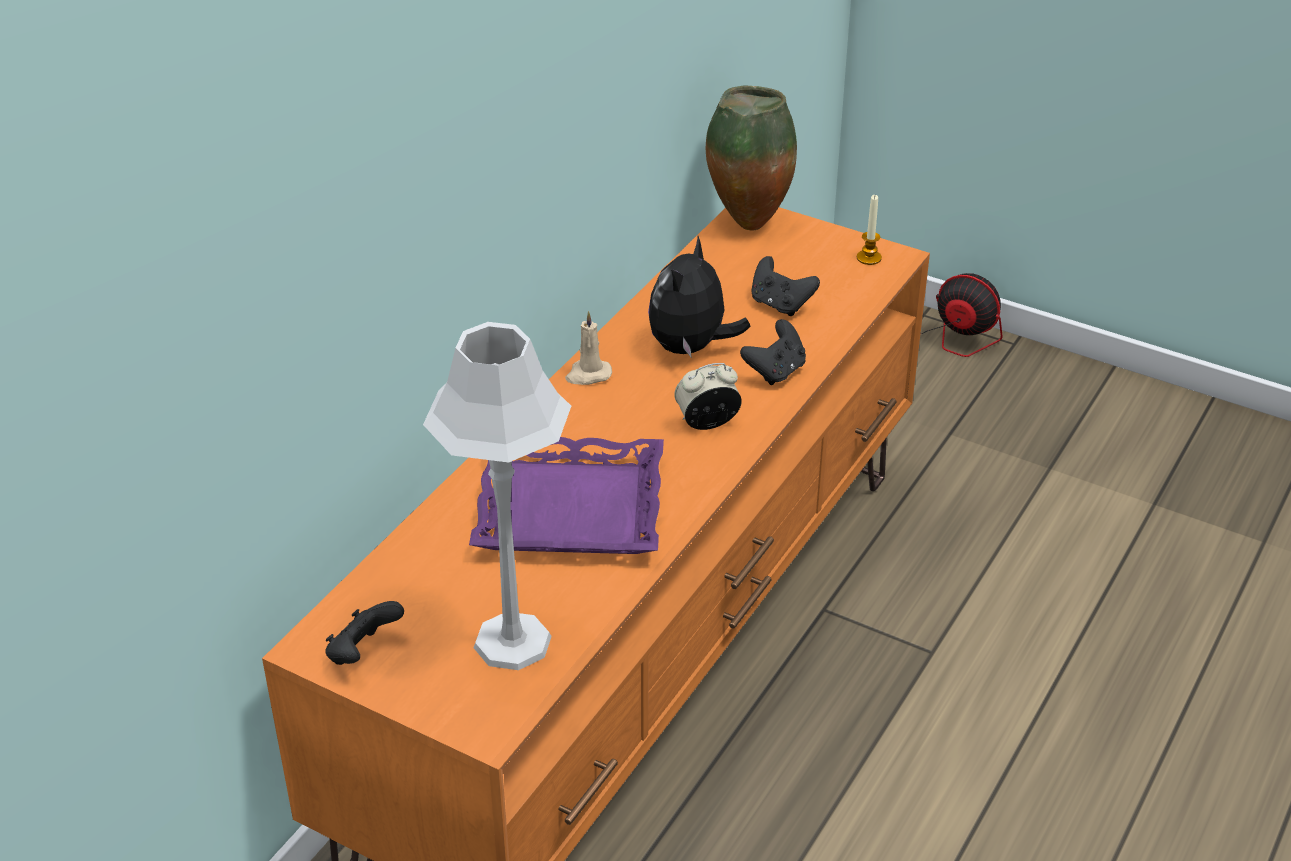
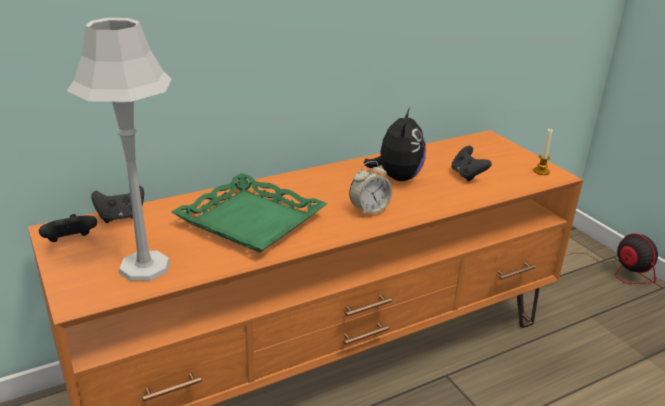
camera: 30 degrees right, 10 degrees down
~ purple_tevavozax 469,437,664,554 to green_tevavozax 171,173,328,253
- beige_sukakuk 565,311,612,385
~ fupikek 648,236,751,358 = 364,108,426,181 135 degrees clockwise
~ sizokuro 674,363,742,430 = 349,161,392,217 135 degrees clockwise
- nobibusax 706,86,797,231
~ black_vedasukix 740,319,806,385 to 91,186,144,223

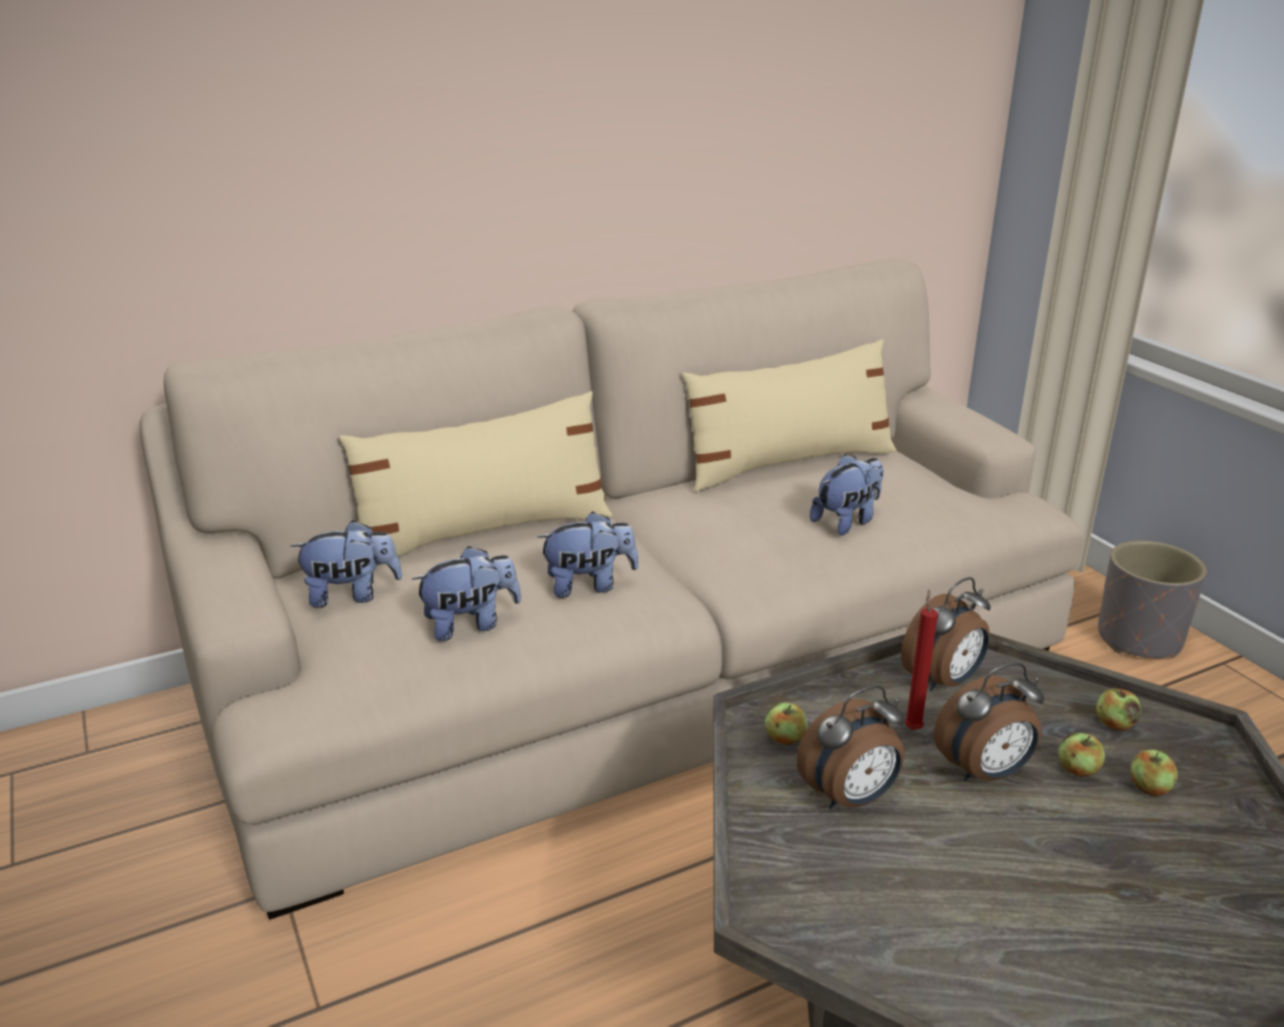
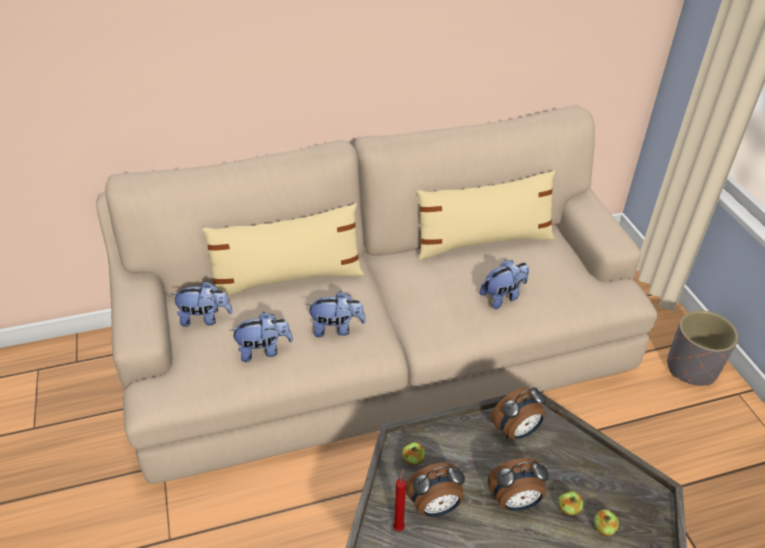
camera: 10 degrees right, 15 degrees up
~ red_sukakuk 905,590,938,730 to 393,468,406,531
- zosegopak 1096,686,1141,731

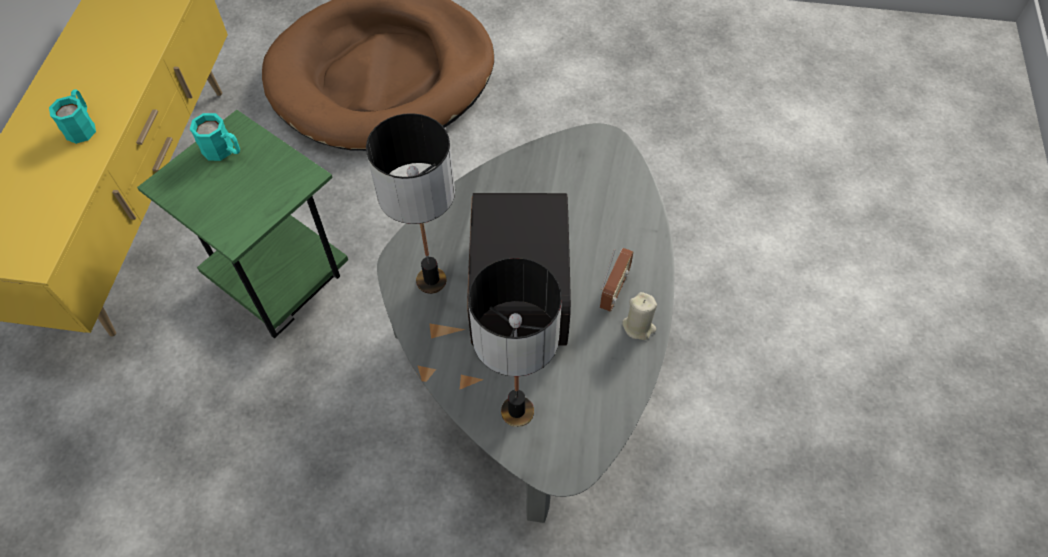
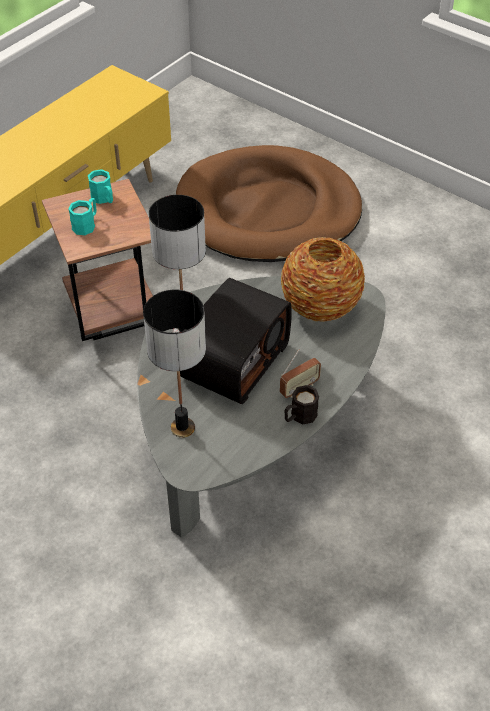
camera: 30 degrees right, 10 degrees down
~ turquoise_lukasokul 49,89,96,144 to 68,198,97,235
~ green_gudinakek 137,110,348,339 to brown_gudinakek 42,179,153,341
~ beige_sukakuk 622,292,657,340 to black_lukasokul 284,385,319,424
+ nobibusax 281,237,365,322

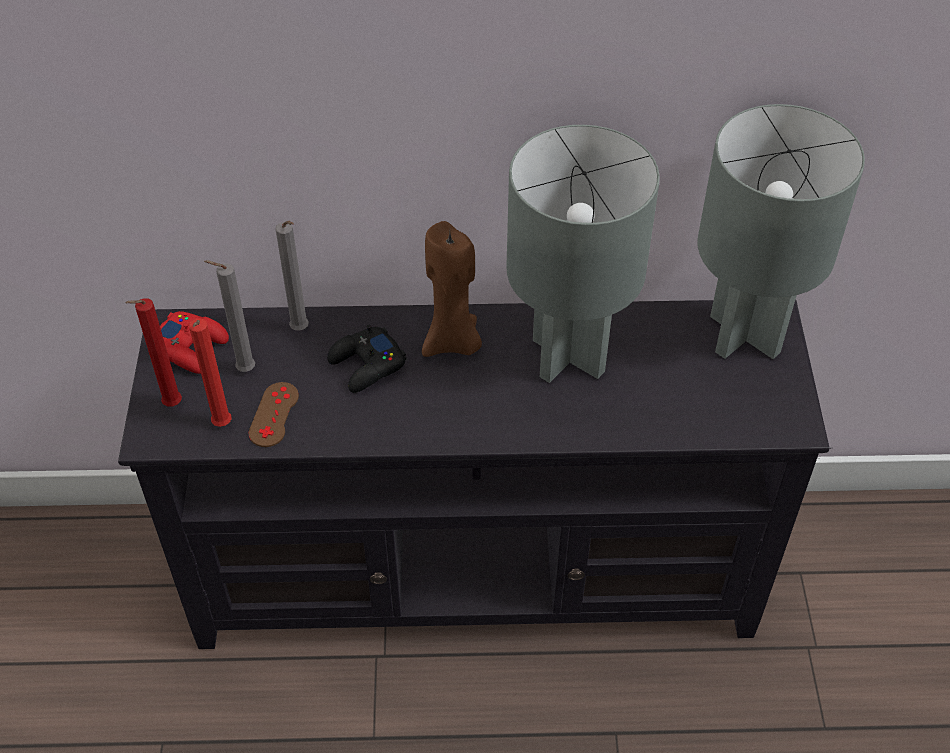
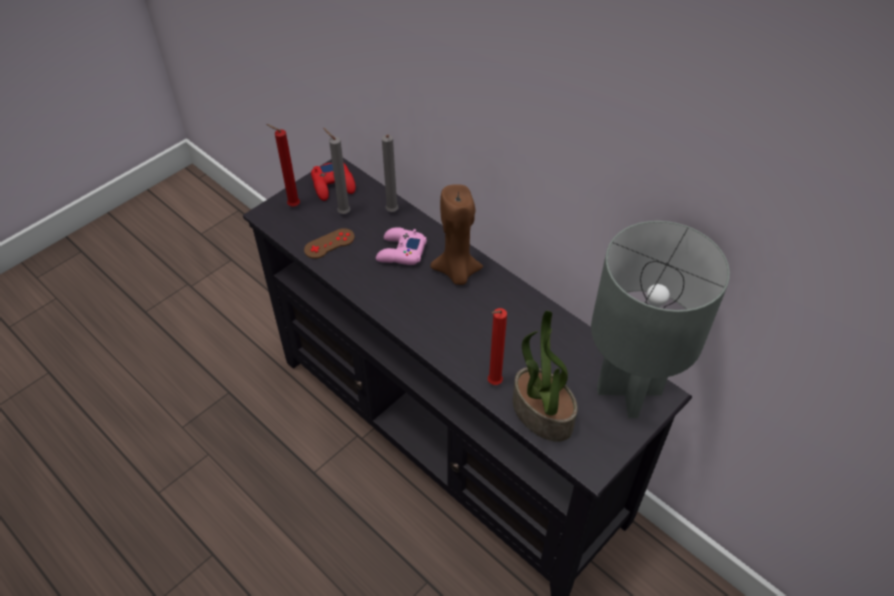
camera: 45 degrees right, 0 degrees up
~ red_sukakuk 189,318,232,427 to 488,308,507,385
~ black_vedasukix 327,325,406,393 to pink_vedasukix 376,227,427,265
- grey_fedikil 506,125,660,383
+ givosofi 513,311,577,442

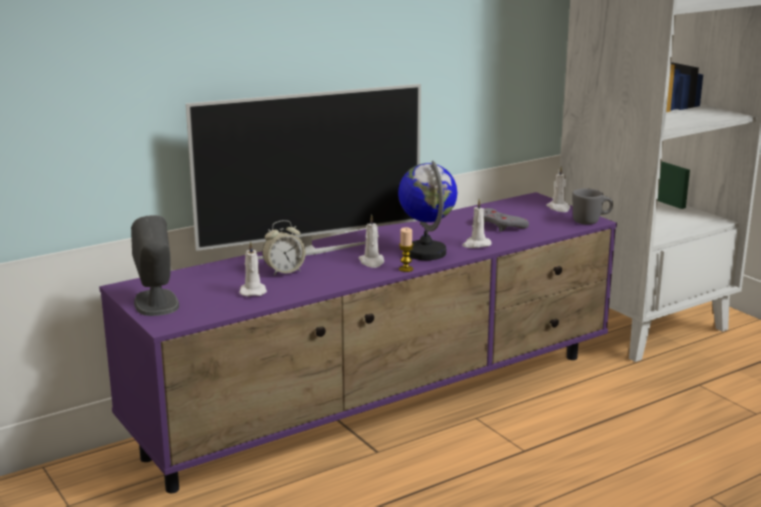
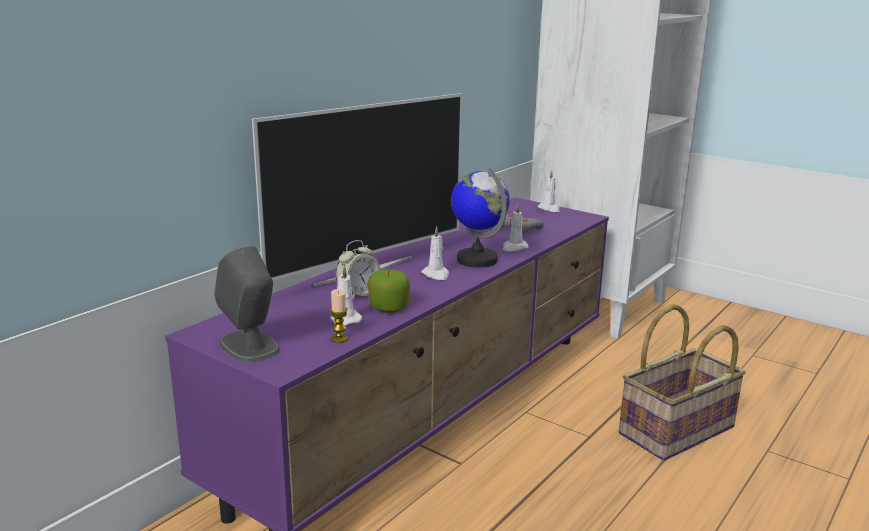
camera: 20 degrees left, 0 degrees up
~ sukakuk 399,227,414,272 to 330,289,348,343
- grey_lukasokul 572,189,613,225
+ zosegopak 368,269,410,313
+ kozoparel 619,304,746,461

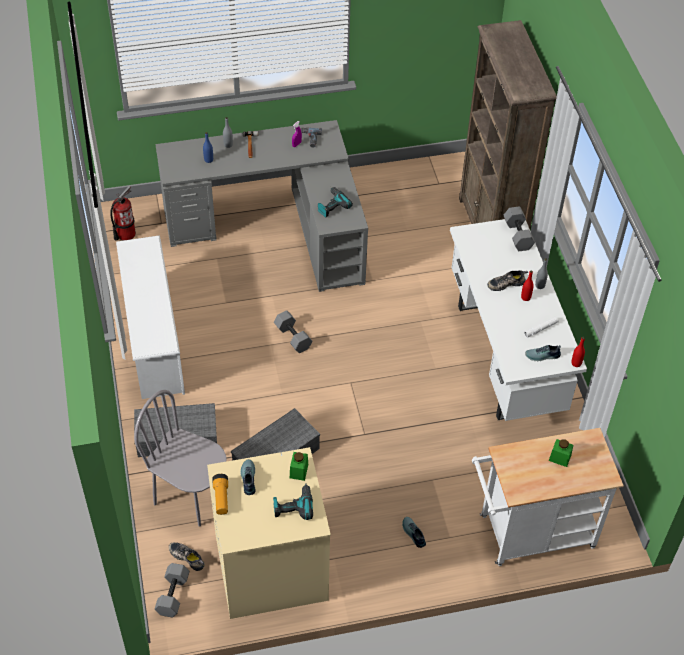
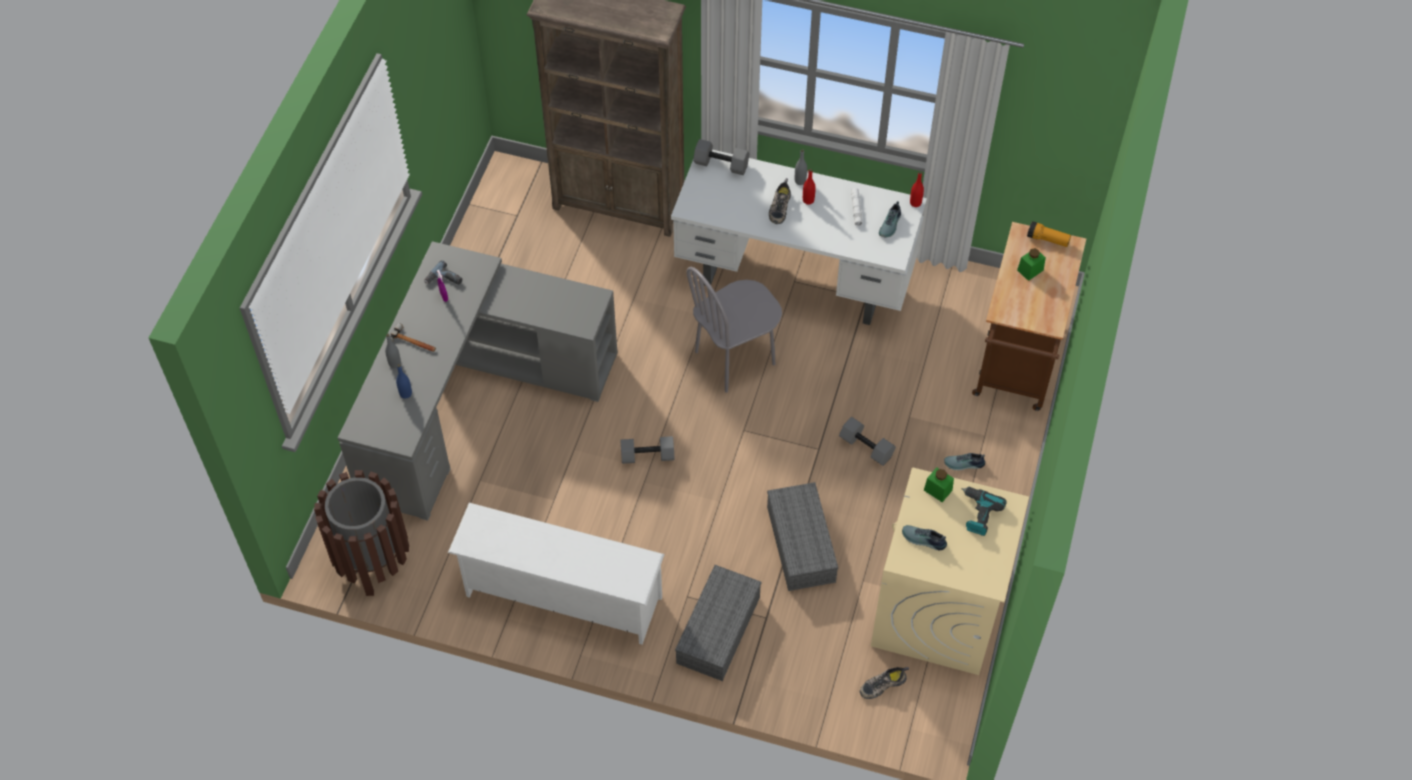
camera: 60 degrees left, 5 degrees up
~ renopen 110,186,136,241 to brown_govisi 314,470,409,596
~ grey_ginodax 134,390,227,527 to 687,267,782,393
~ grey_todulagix 154,563,190,618 to 839,417,896,466
~ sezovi 212,474,228,515 to 1027,221,1071,247
- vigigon 318,187,353,217
~ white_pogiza 472,428,624,566 to brown_pogiza 972,222,1086,411

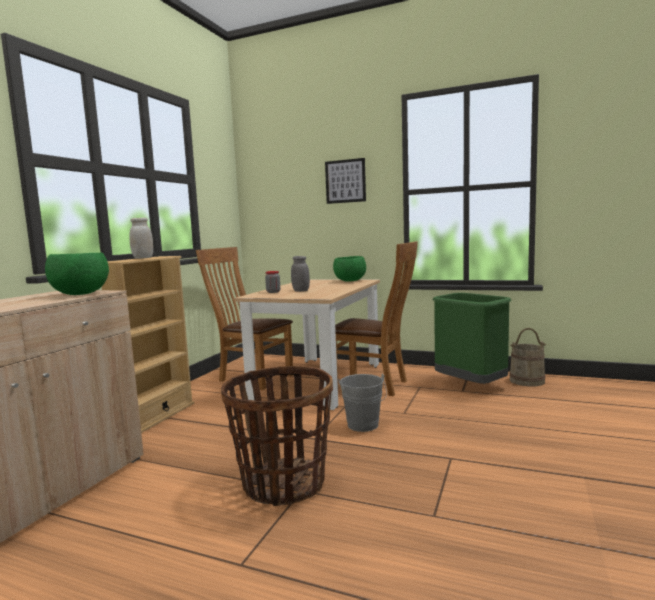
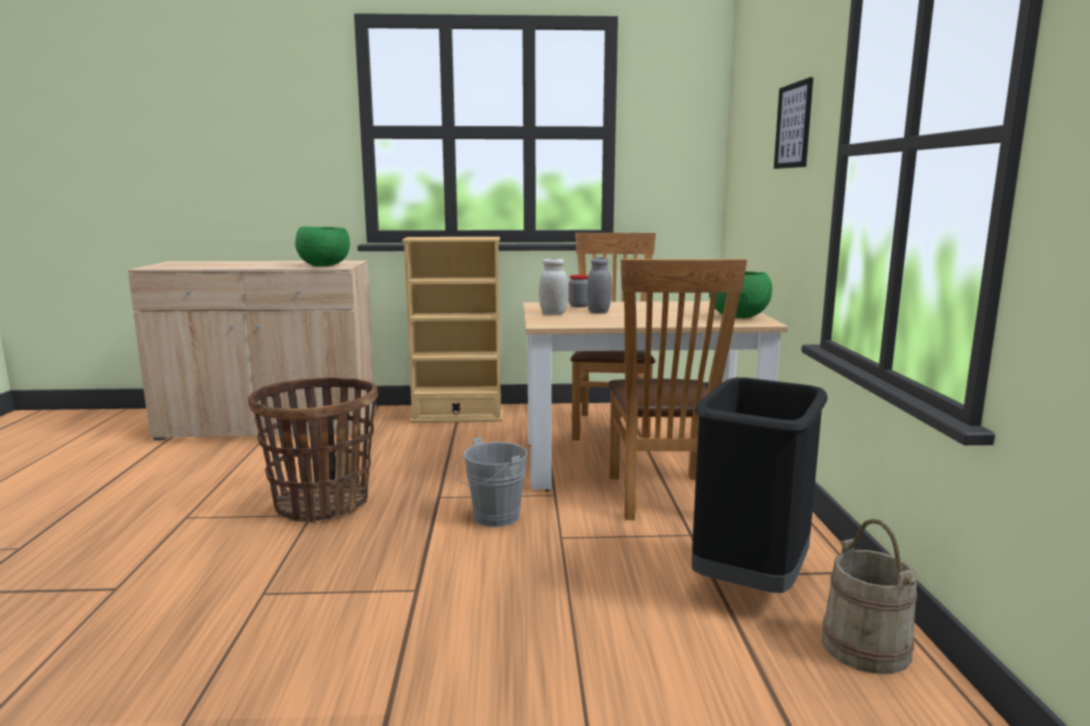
camera: 65 degrees right, 5 degrees up
~ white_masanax 129,218,153,259 to 539,259,568,315
~ green_govisi 433,293,511,384 to black_govisi 691,377,827,593

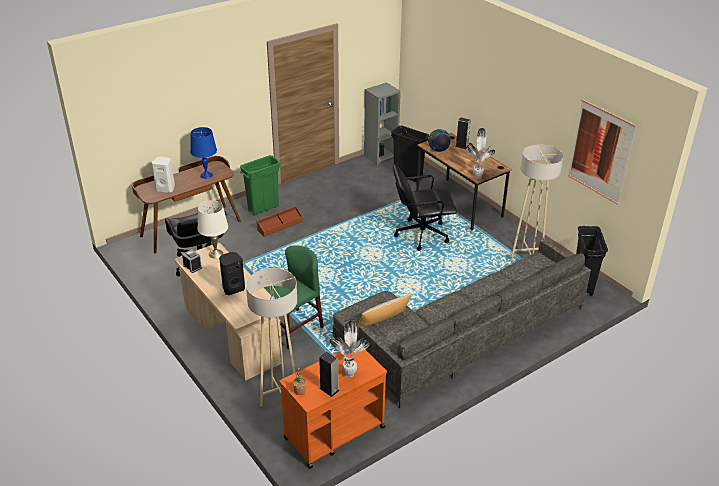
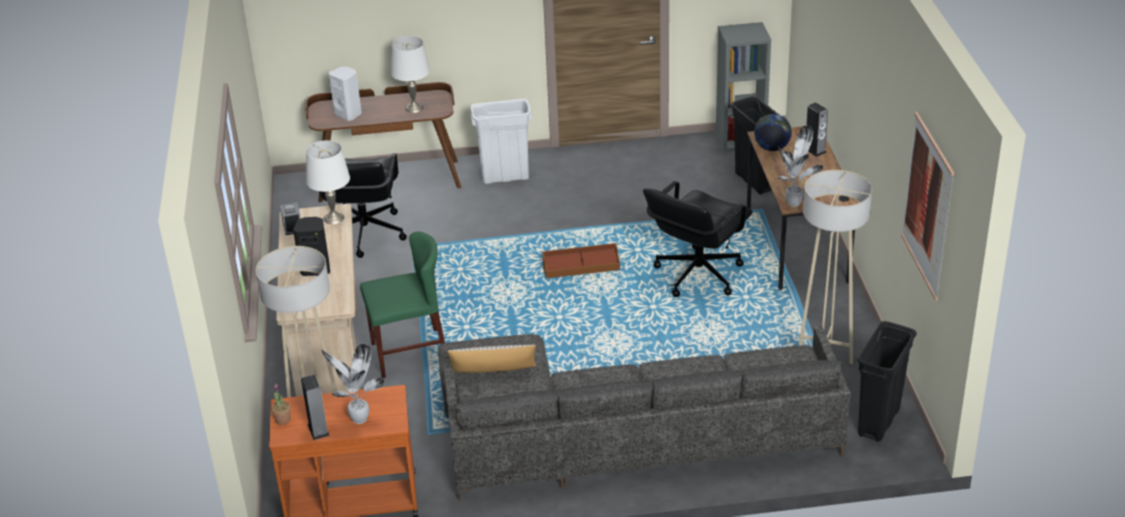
camera: 30 degrees right, 0 degrees up
~ blue_fedikil 190,127,217,179 to white_fedikil 391,36,430,113
~ green_govisi 240,155,281,216 to white_govisi 470,99,532,184
~ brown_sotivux 257,206,303,237 to 542,243,620,278
~ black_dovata 393,164,457,251 = 643,181,753,297 75 degrees counterclockwise

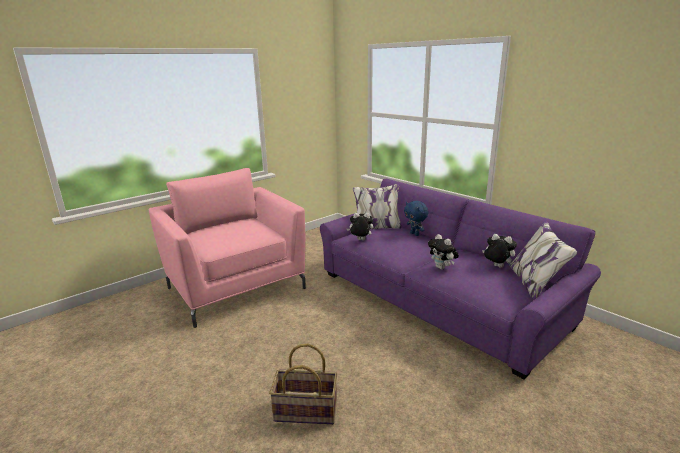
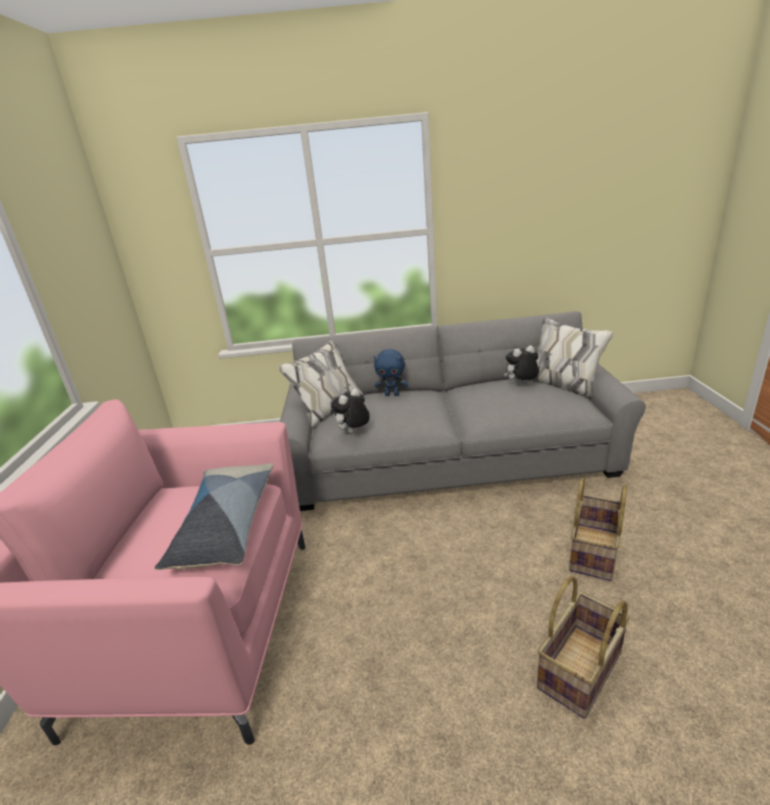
camera: 50 degrees left, 5 degrees up
~ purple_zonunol 320,179,601,380 to grey_zonunol 278,311,646,511
- fupikek 428,234,459,270
+ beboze 155,463,273,570
+ kozoparel 569,478,627,581

